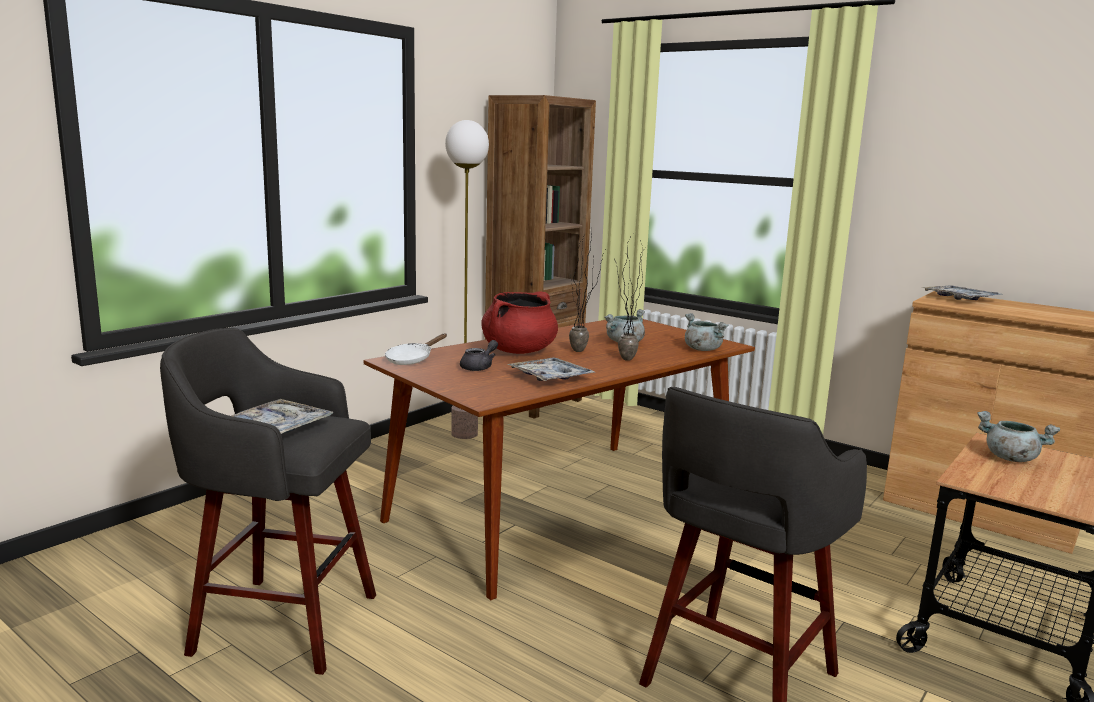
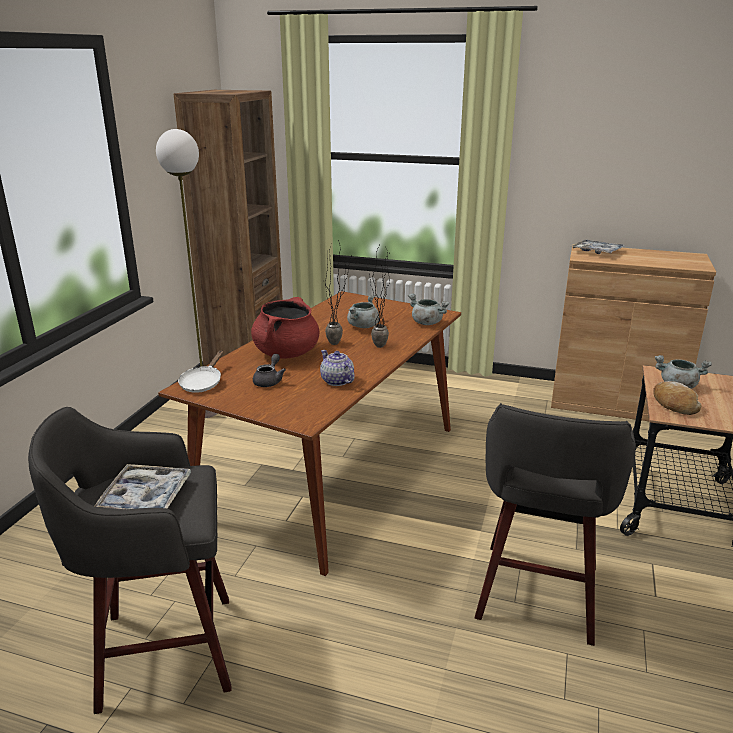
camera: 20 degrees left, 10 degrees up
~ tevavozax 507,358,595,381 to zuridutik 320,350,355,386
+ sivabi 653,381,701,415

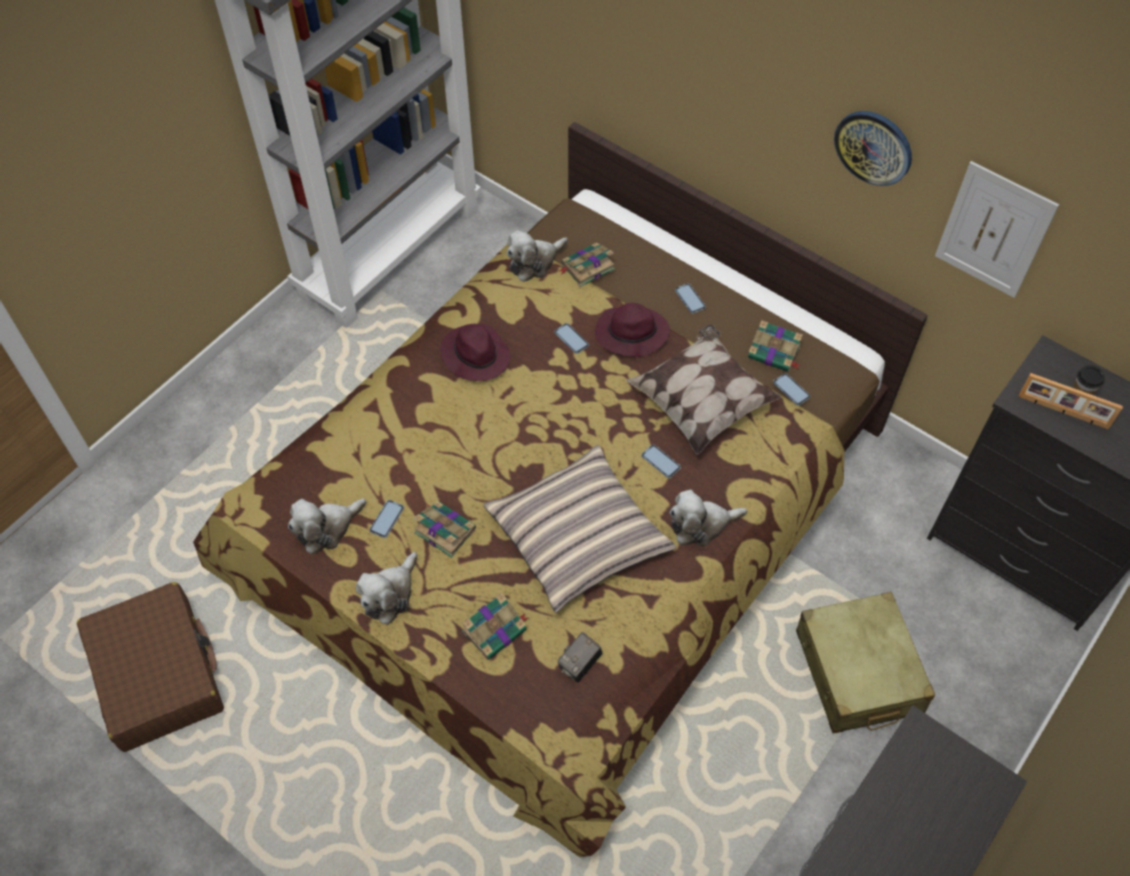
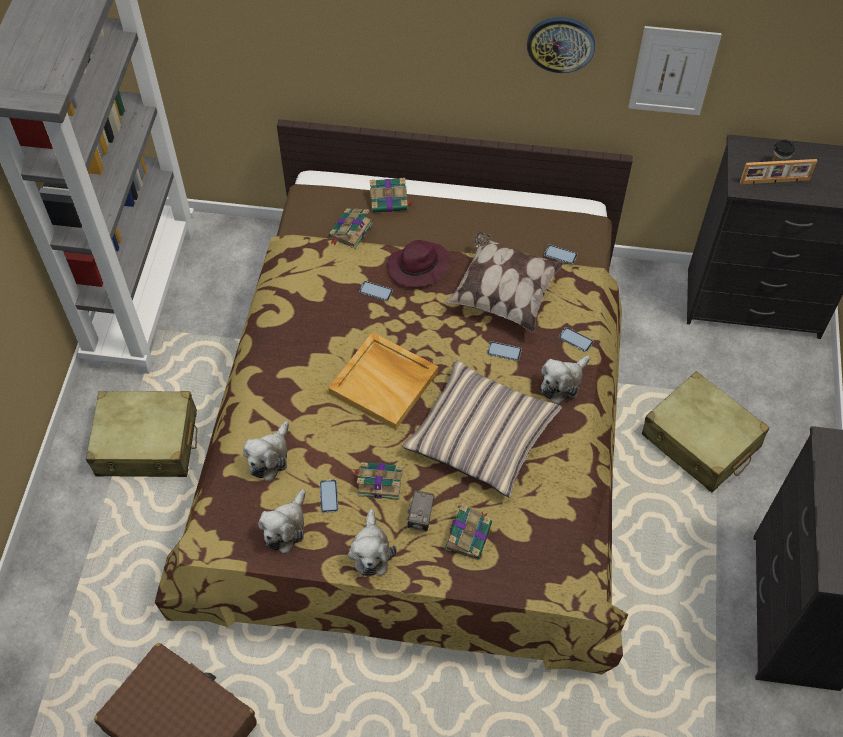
camera: 30 degrees left, 0 degrees up
- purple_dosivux 440,324,510,381
~ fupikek 507,230,568,282 to 243,421,289,481
~ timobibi 558,632,602,683 to 407,490,434,531
~ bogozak 675,283,706,314 to 559,327,593,352
~ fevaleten 748,320,803,372 to 370,178,414,212
+ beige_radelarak 86,391,197,477
+ beige_tevavozax 329,332,438,430

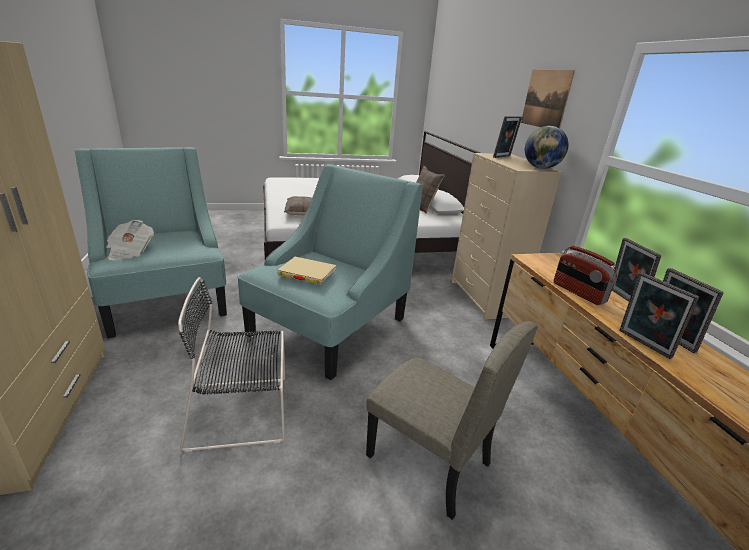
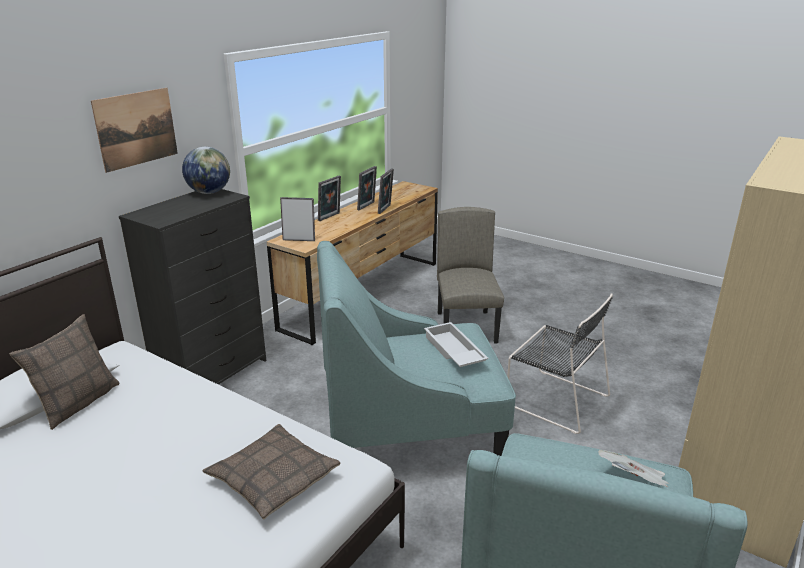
camera: 130 degrees left, 0 degrees up
~ beige_fevaleten 277,257,337,285 to white_tevavozax 424,322,489,367
~ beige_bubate 451,153,562,320 to black_bubate 119,189,266,385
~ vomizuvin 493,116,522,158 to 280,197,315,241
- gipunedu 554,246,617,305

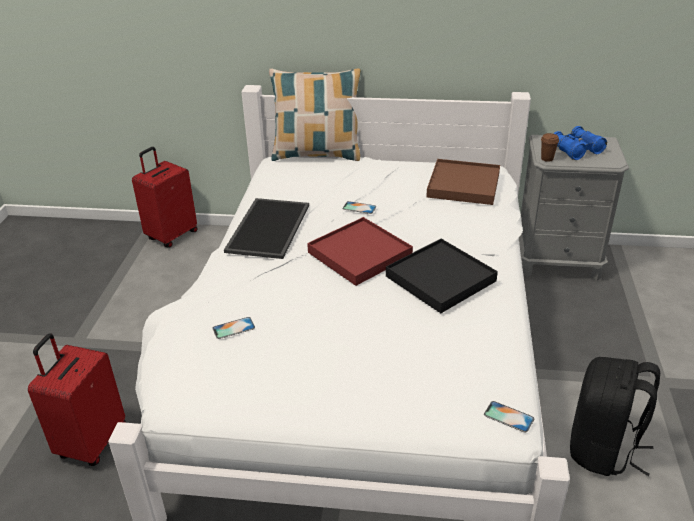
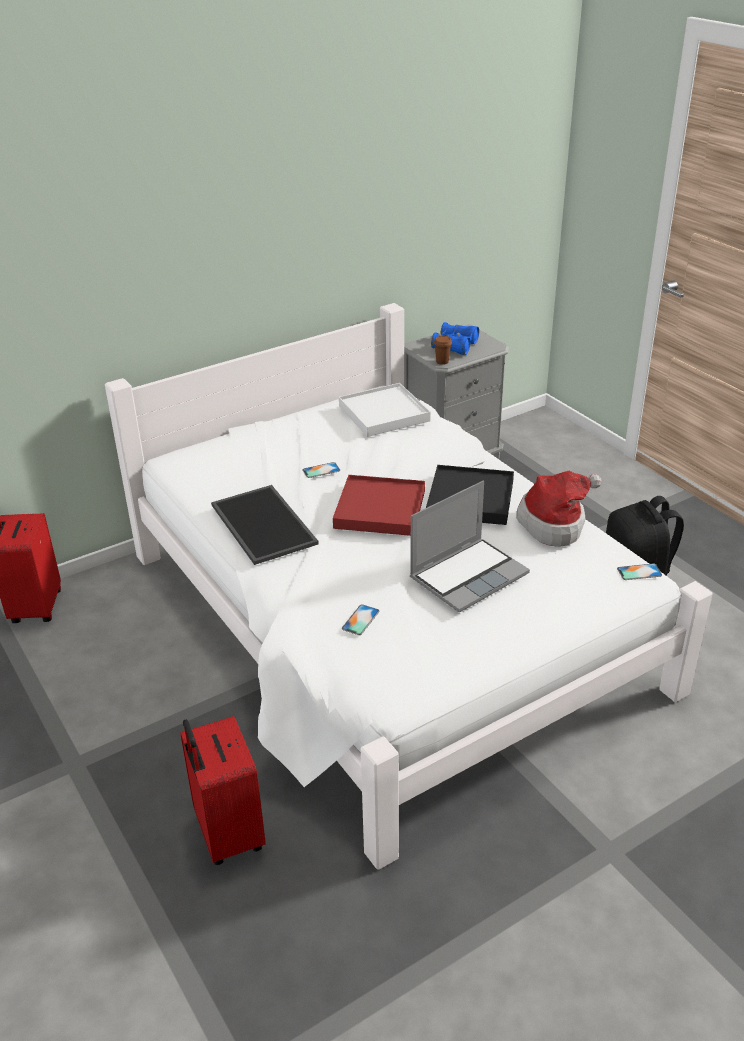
camera: 40 degrees left, 0 degrees up
- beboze 269,69,361,161
~ brown_tevavozax 426,159,500,205 to white_tevavozax 339,383,431,437
+ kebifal 410,481,530,612
+ dosivux 516,471,602,547

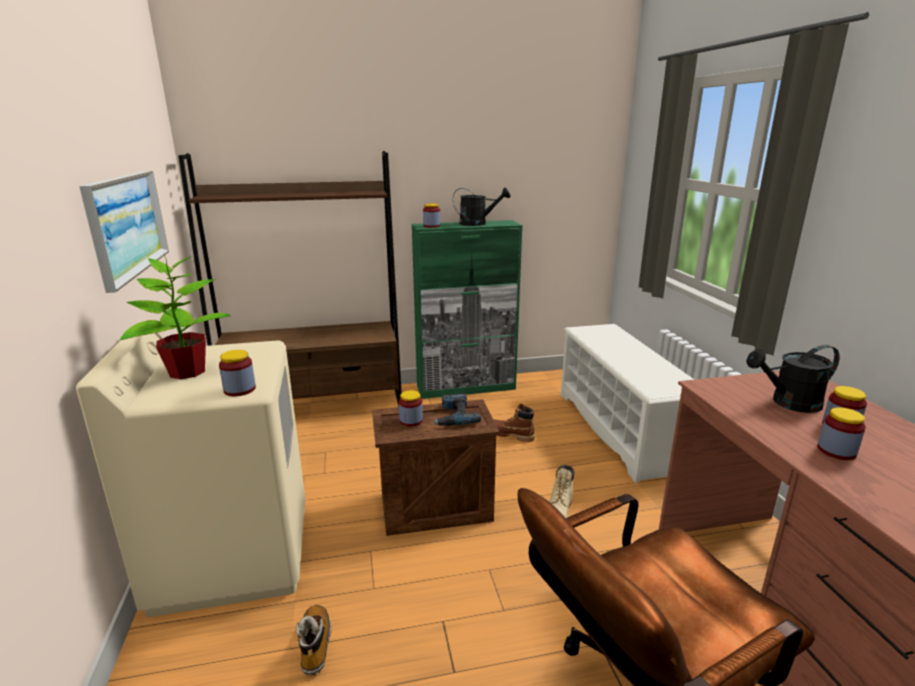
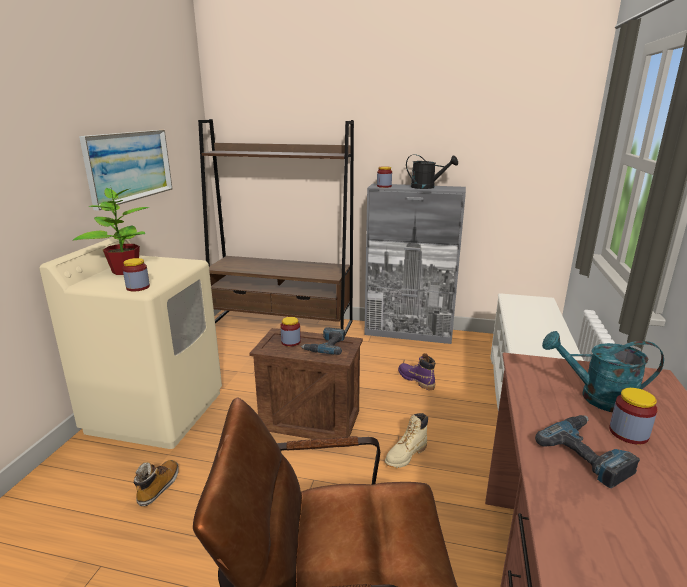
camera: 25 degrees right, 0 degrees up
~ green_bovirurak 412,220,523,399 to grey_bovirurak 365,184,466,344
~ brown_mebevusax 493,403,535,442 to purple_mebevusax 398,353,435,390
~ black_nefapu 746,345,840,413 to turquoise_nefapu 542,331,664,412
~ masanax 817,407,866,460 to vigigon 535,415,640,488

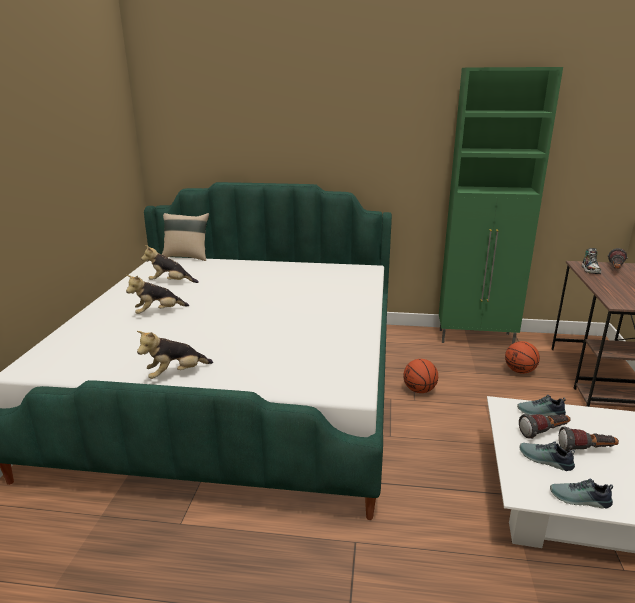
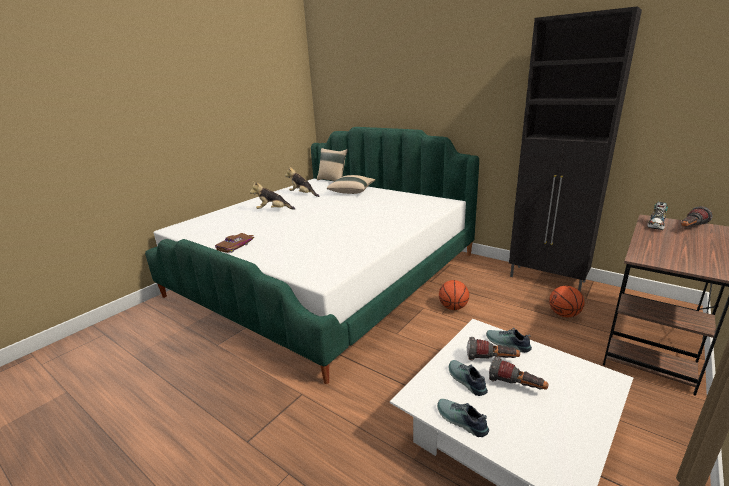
camera: 30 degrees right, 0 degrees up
~ fupikek 137,331,213,379 to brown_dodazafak 215,233,254,253
~ green_bovirurak 439,67,563,344 to black_bovirurak 509,6,642,292
+ beige_beboze 327,175,375,194

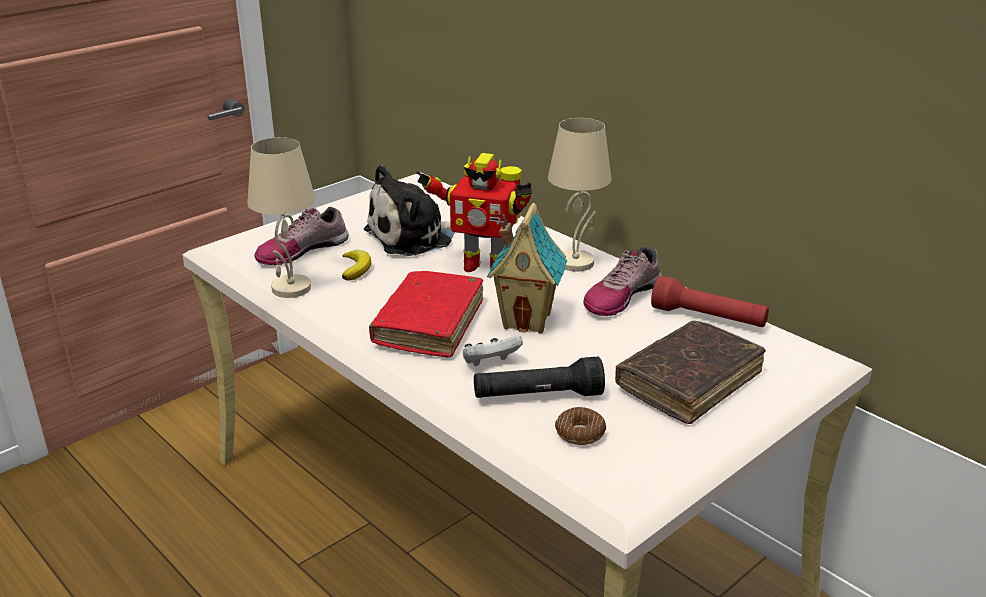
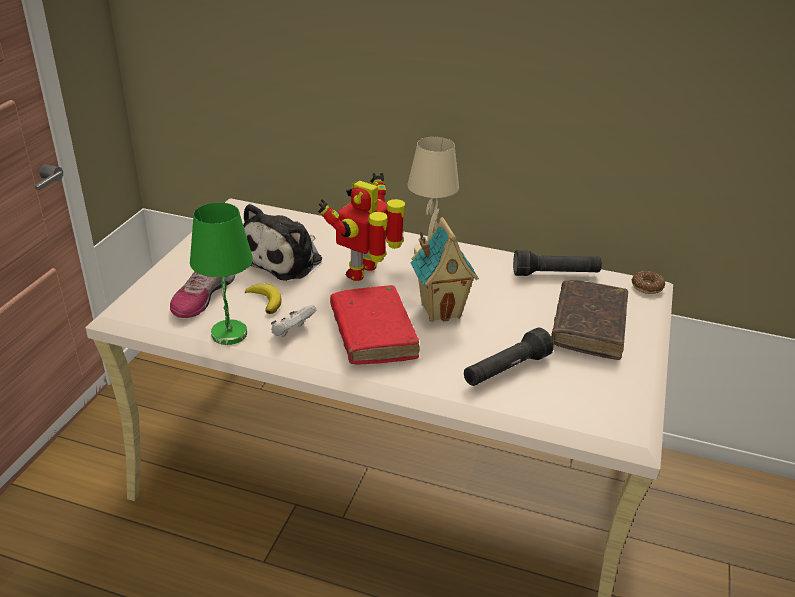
camera: 30 degrees left, 5 degrees up
~ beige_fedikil 247,137,315,298 to green_fedikil 190,202,253,345
~ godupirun 416,153,532,272 = 318,173,405,281 135 degrees clockwise
~ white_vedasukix 463,336,523,366 to 271,305,317,337
~ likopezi 555,407,606,445 to 632,271,665,294
- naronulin 583,246,662,316
~ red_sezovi 651,275,769,327 to black_sezovi 513,250,602,276

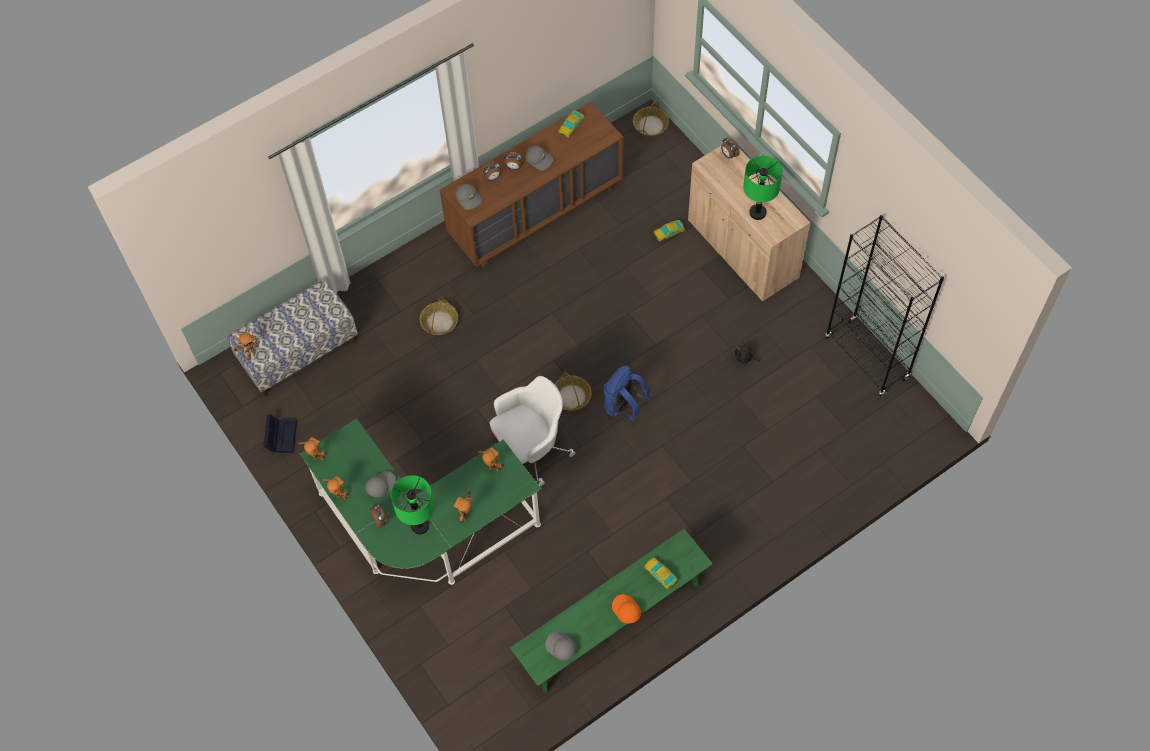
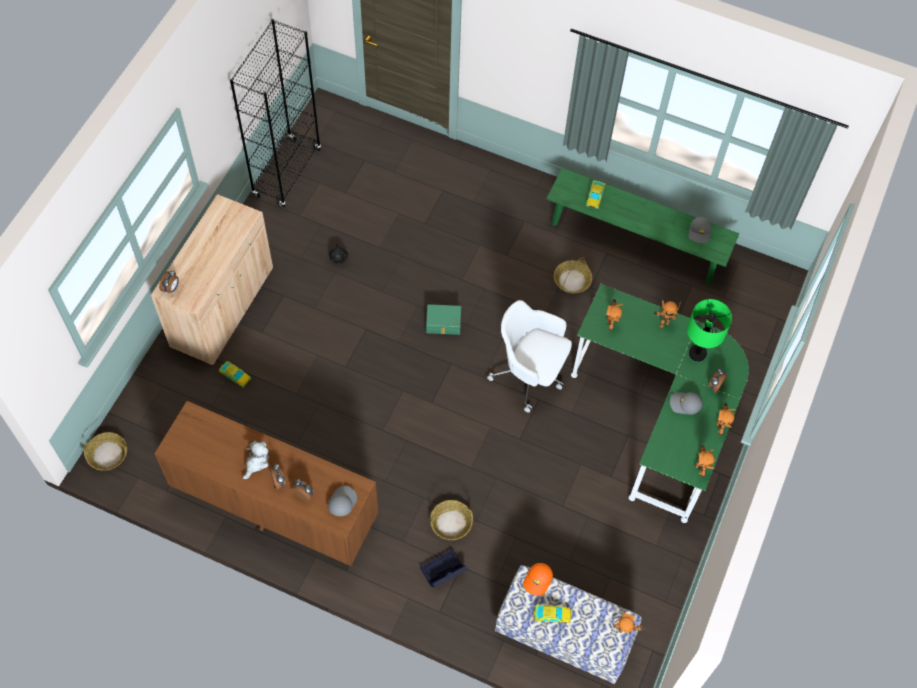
camera: 125 degrees left, 0 degrees up
~ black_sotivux 263,414,297,453 to 420,549,468,588
~ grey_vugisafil 525,146,553,171 to fupikek 243,441,269,479
~ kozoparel 554,372,592,411 to 554,257,592,293
~ dodazafak 558,110,585,138 to 534,605,571,623
~ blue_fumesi 604,366,651,422 to green_sotivux 426,304,461,335
~ orange_vugisafil 612,594,641,624 to 523,563,553,596
- green_fedikil 743,156,783,220

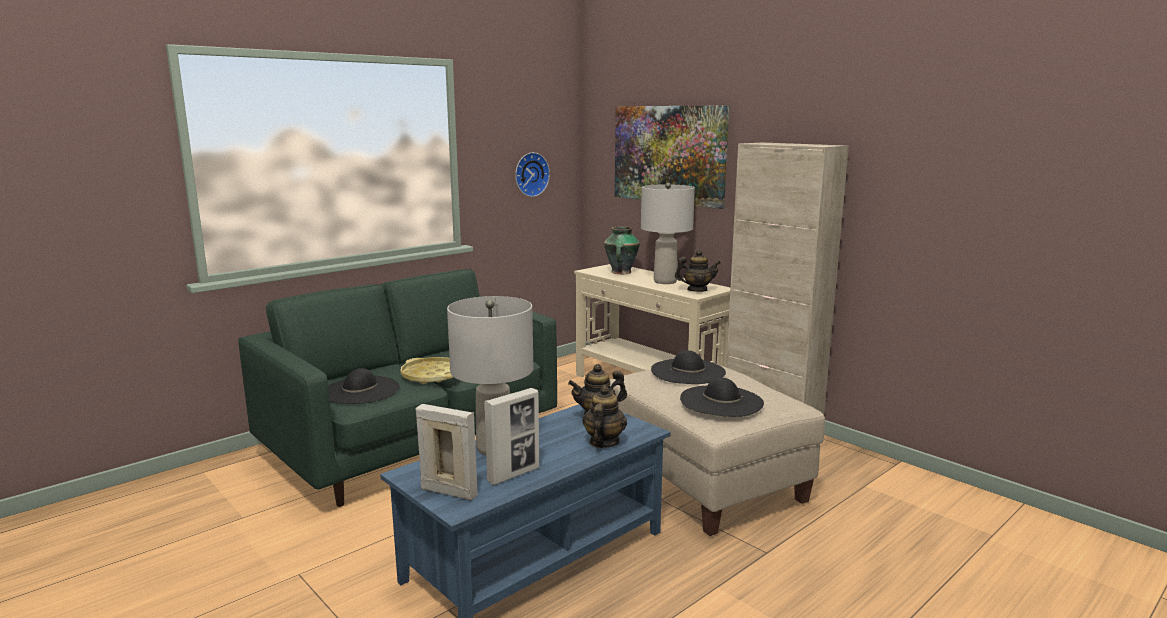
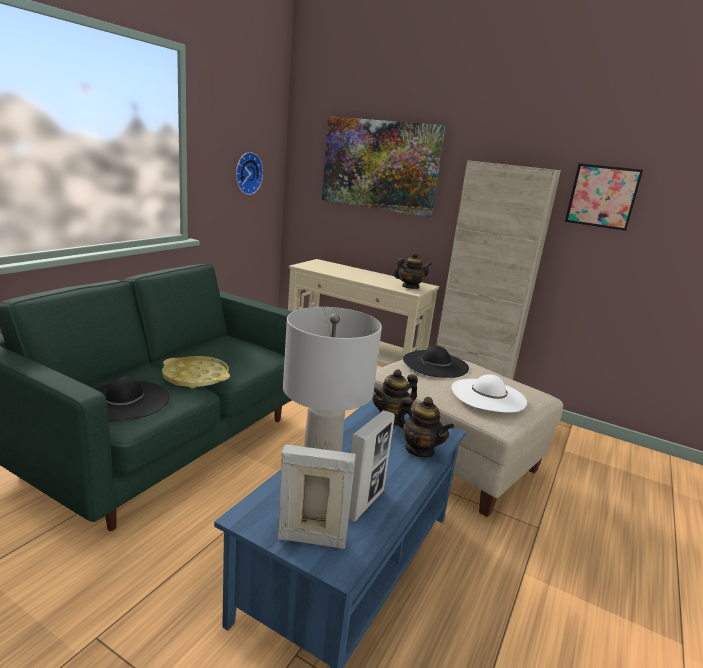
camera: 20 degrees left, 5 degrees up
~ zuridutik 582,385,627,448 = 396,397,454,457 135 degrees clockwise
- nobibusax 604,227,640,274
- grey_fedikil 641,183,695,284
~ black_dosivux 680,378,764,417 to white_dosivux 452,374,527,413
+ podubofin 565,163,643,231

